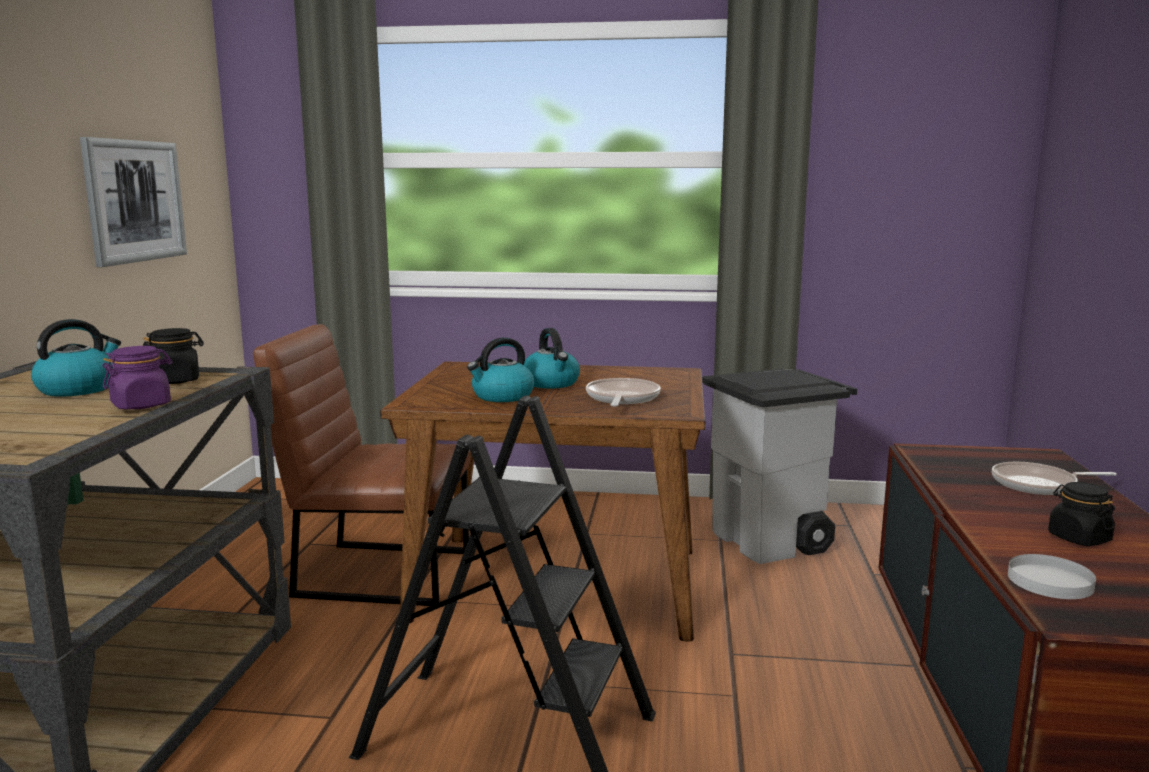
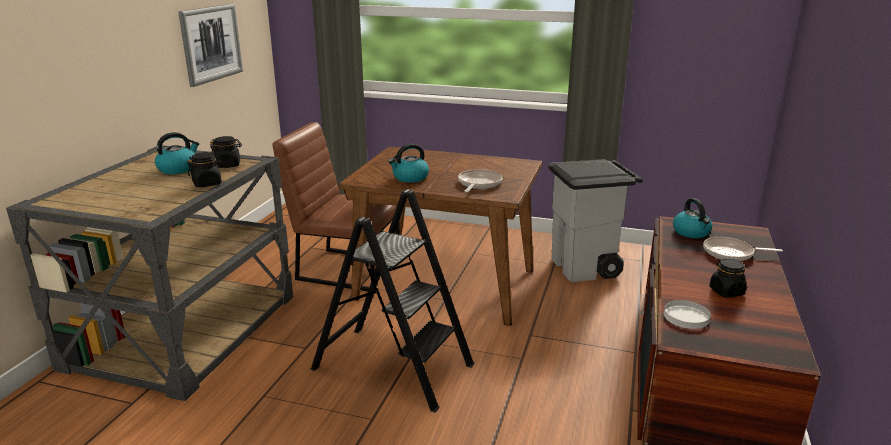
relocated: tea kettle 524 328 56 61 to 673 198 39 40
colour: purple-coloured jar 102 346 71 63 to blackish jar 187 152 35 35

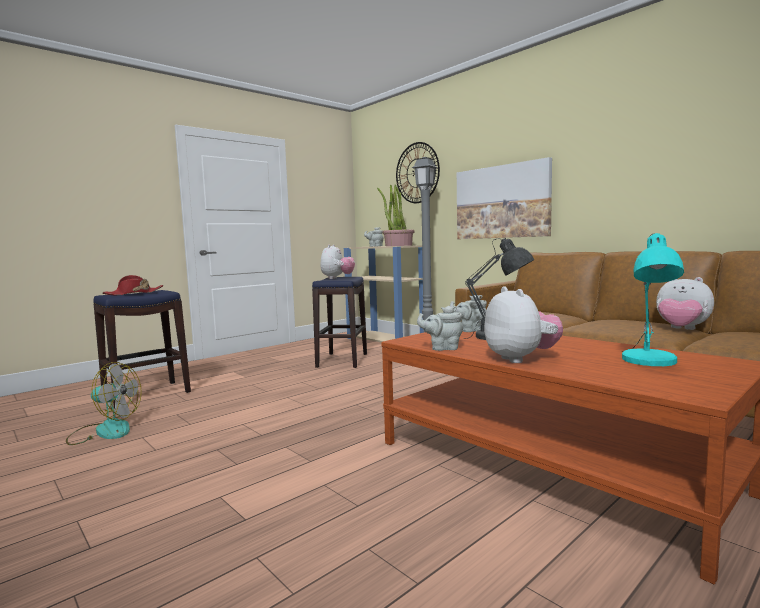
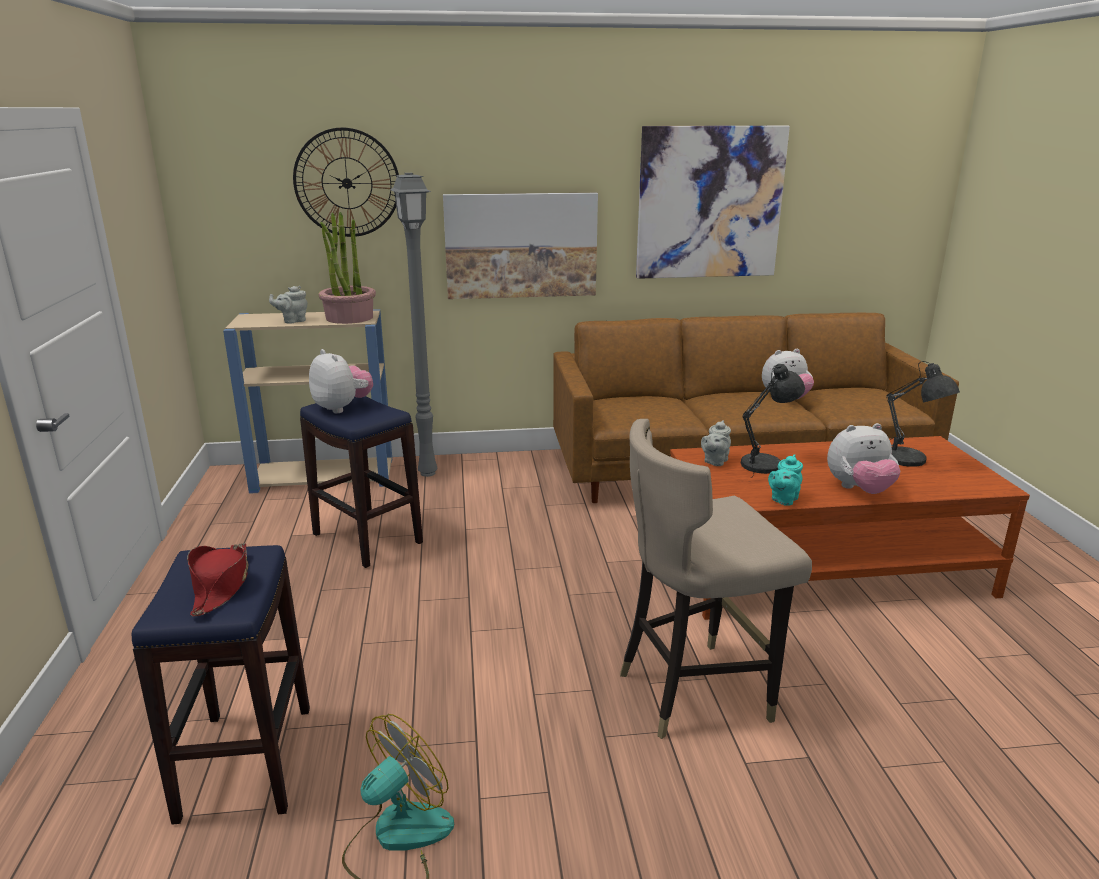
appeared: beige stool 620 419 192 320; picture 636 126 154 153
colour: gray pot for tea 417 306 46 45 to turquoise-coloured pot for tea 768 454 35 52; turquoise-coloured table lamp 622 233 62 133 to gray table lamp 886 361 74 106
spun: plush toy 484 286 79 77 = 827 423 73 71 150 degrees clockwise

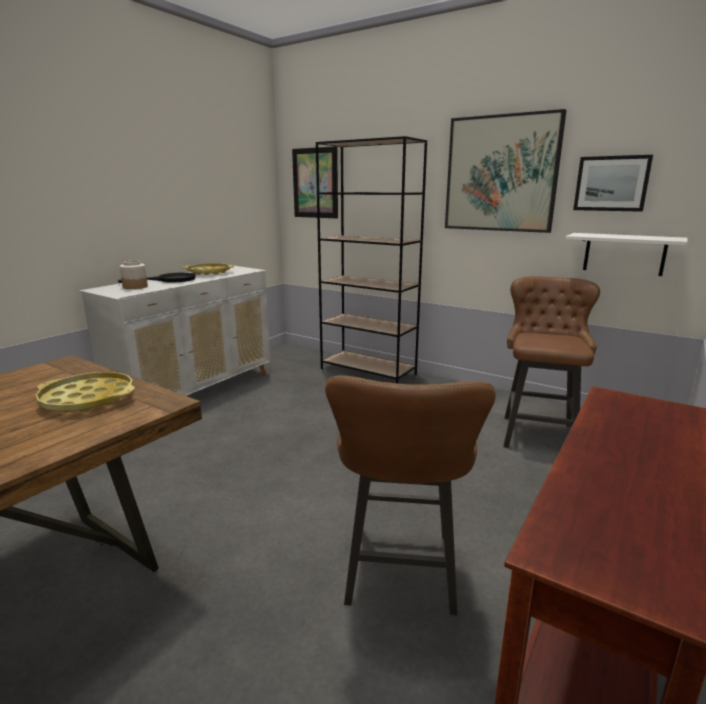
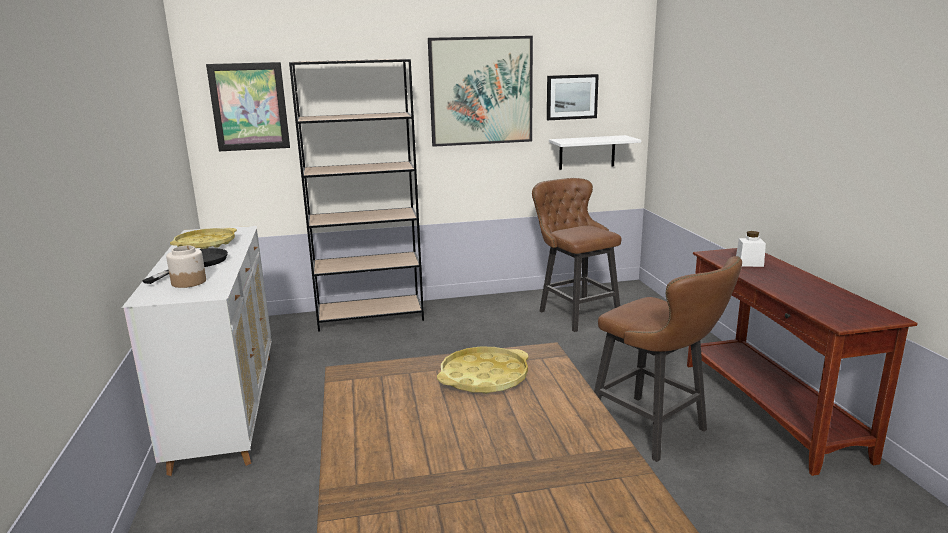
appeared: white-coloured jar 736 231 30 36

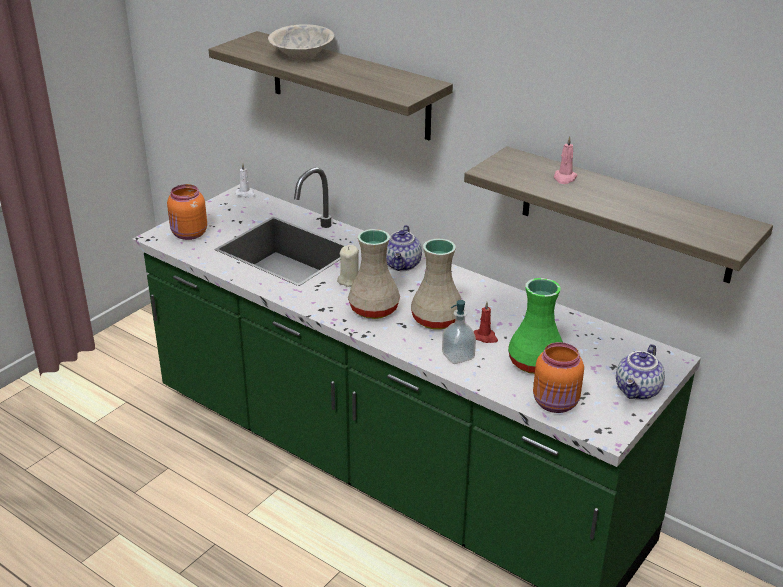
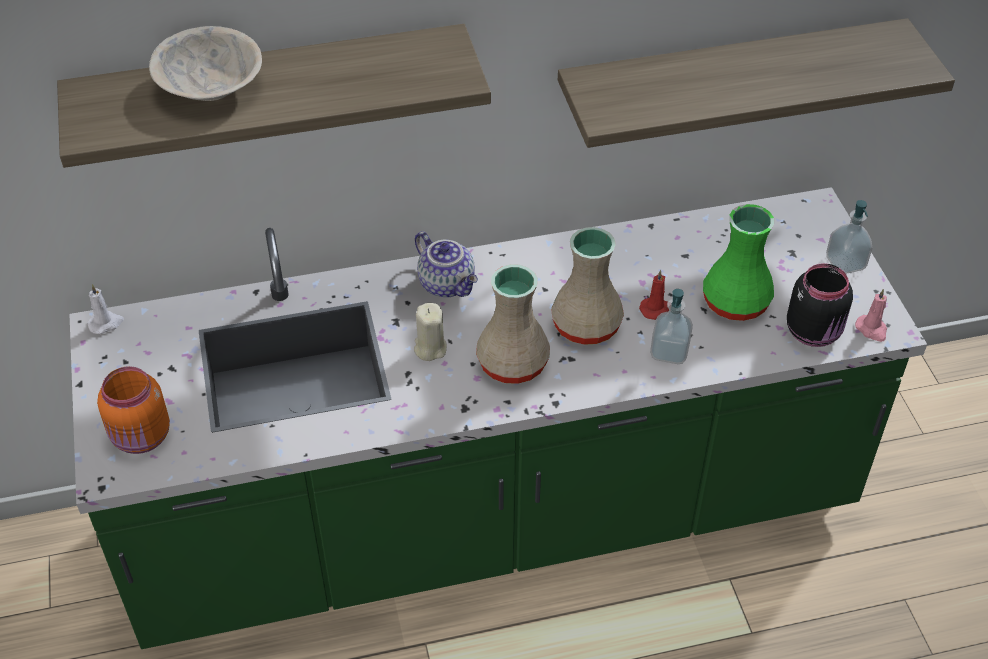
relocated: pink wax light 554 136 24 48 to 855 289 32 53
exchanged: pot for tea 616 344 49 56 to soap dispenser 826 200 46 74
colour: orange jar 533 342 51 71 to blackish jar 787 263 66 84

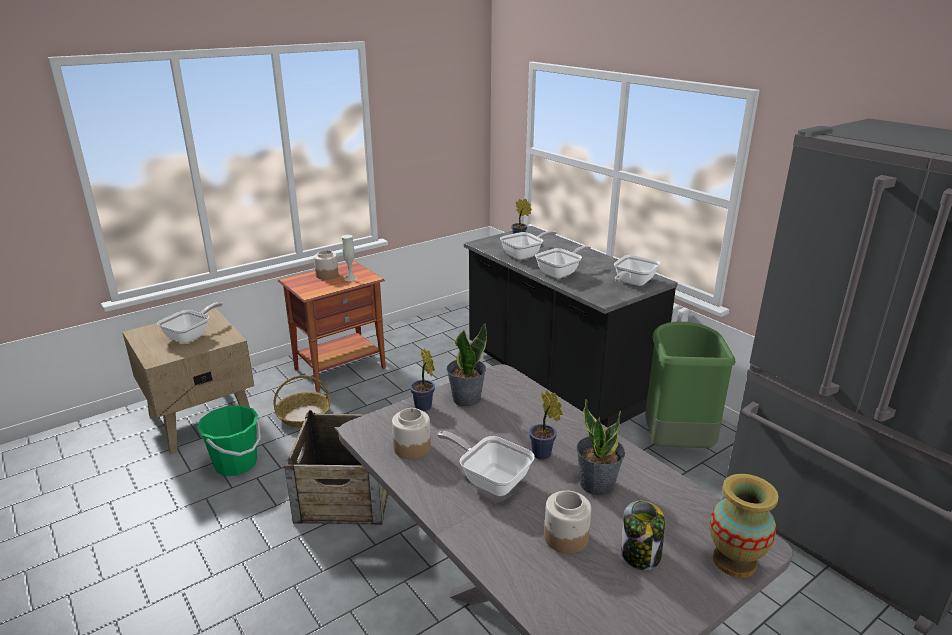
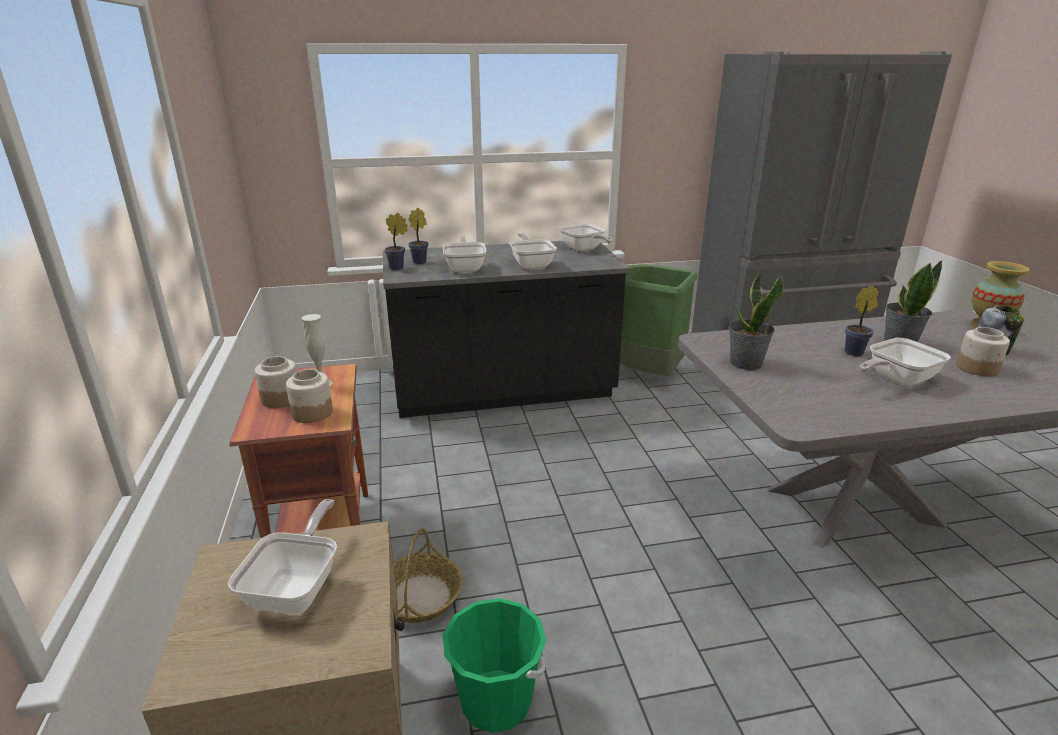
missing: crate 284 410 104 115
relocated: jar 392 408 39 51 to 286 369 47 54; houseplant 410 348 25 63 to 384 213 24 57
spun: frying pan 157 302 66 41 = 228 499 109 115 45 degrees clockwise

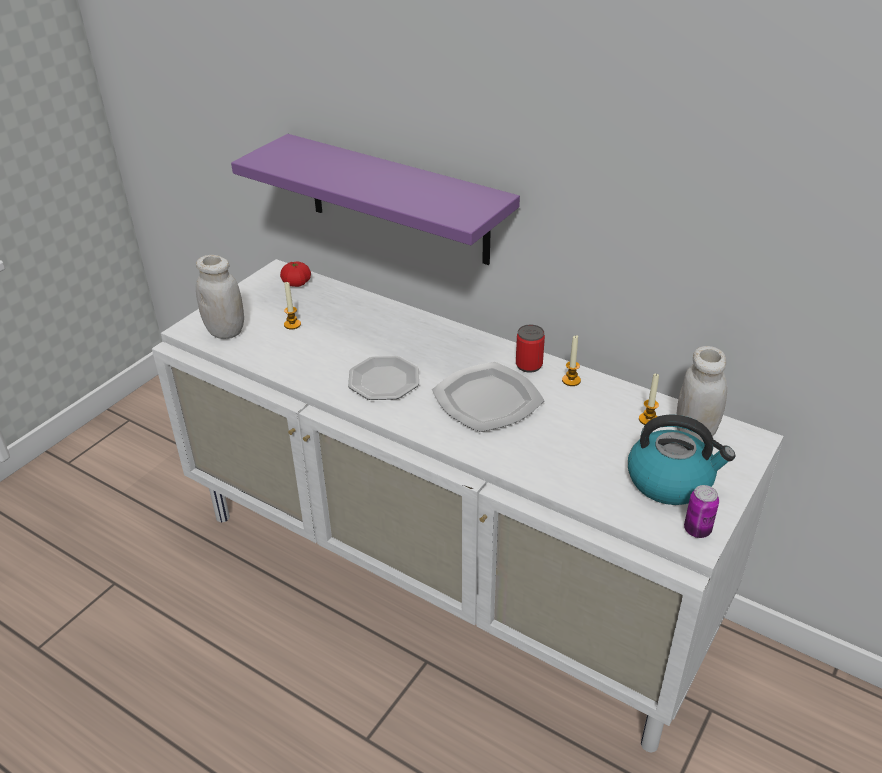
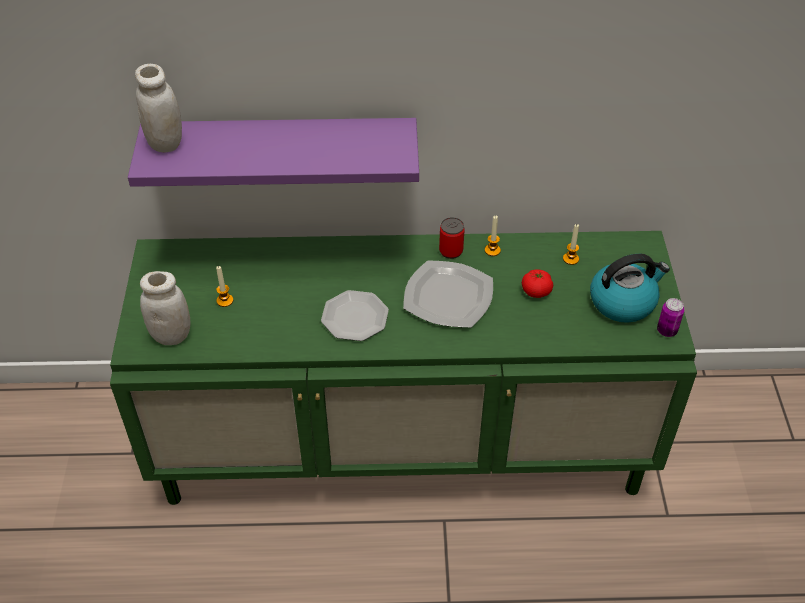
relocated: white-coloured jar 676 346 51 97 to 135 64 47 89; tomato 280 261 31 26 to 522 269 31 29
colour: white-coloured cupboard 152 259 632 493 to green-coloured cupboard 110 231 587 274

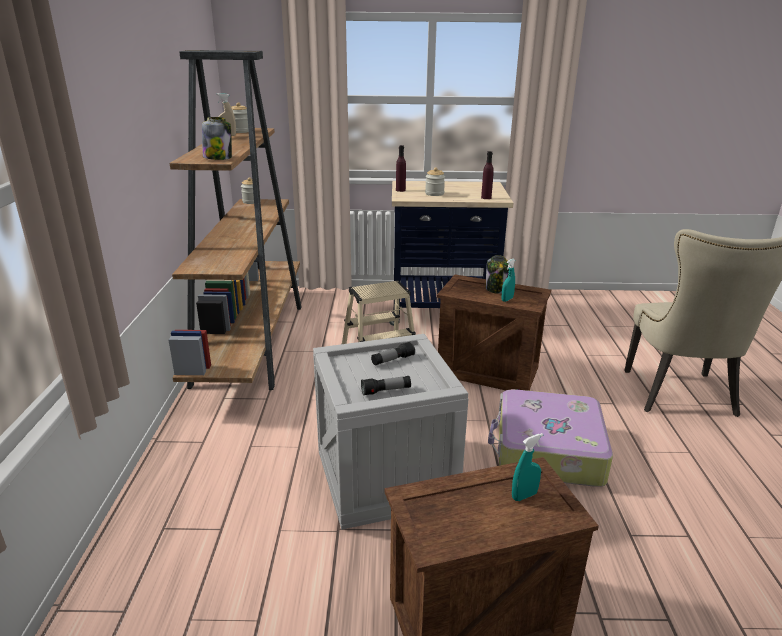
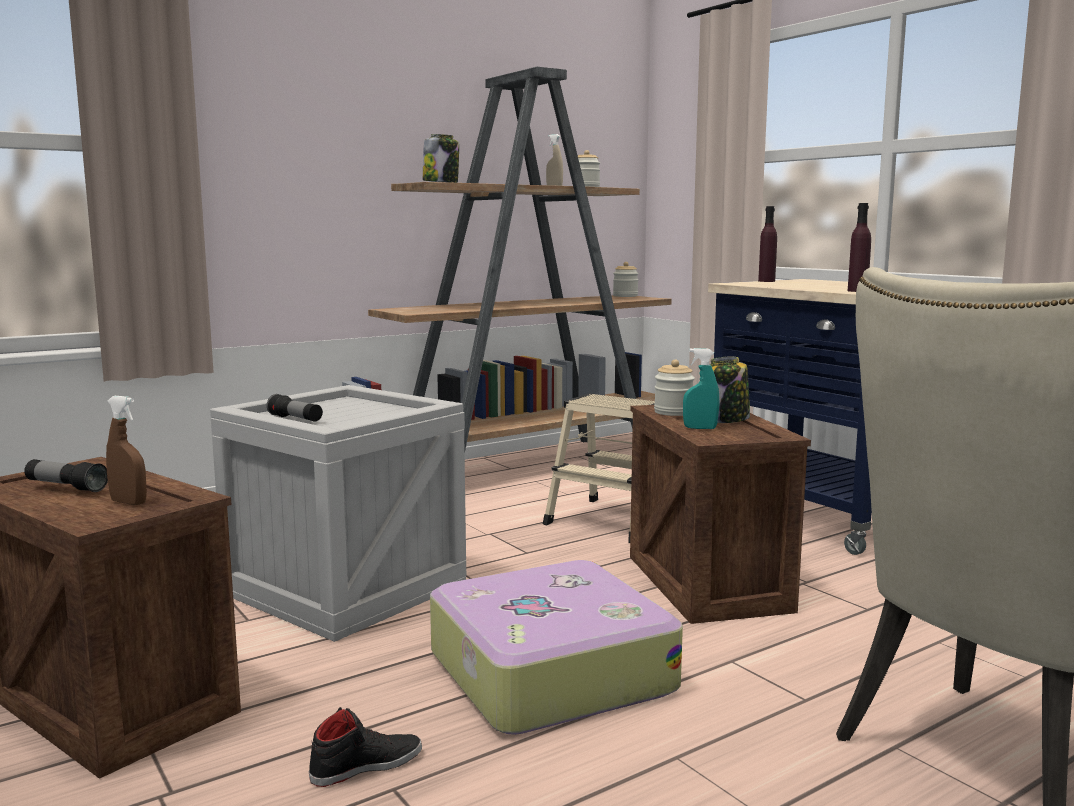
appeared: blackish item of footwear 308 707 114 80
relocated: torch 371 341 44 24 to 24 459 84 33; jar 425 168 20 28 to 654 360 41 56
colour: turquoise-coloured sprayer 512 433 31 68 to brown sprayer 106 396 41 109

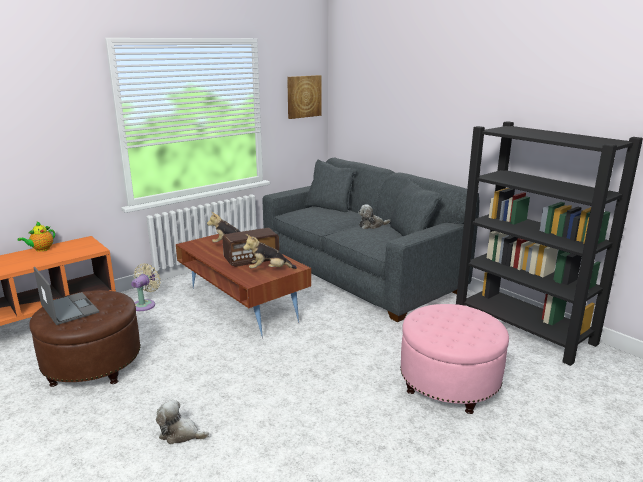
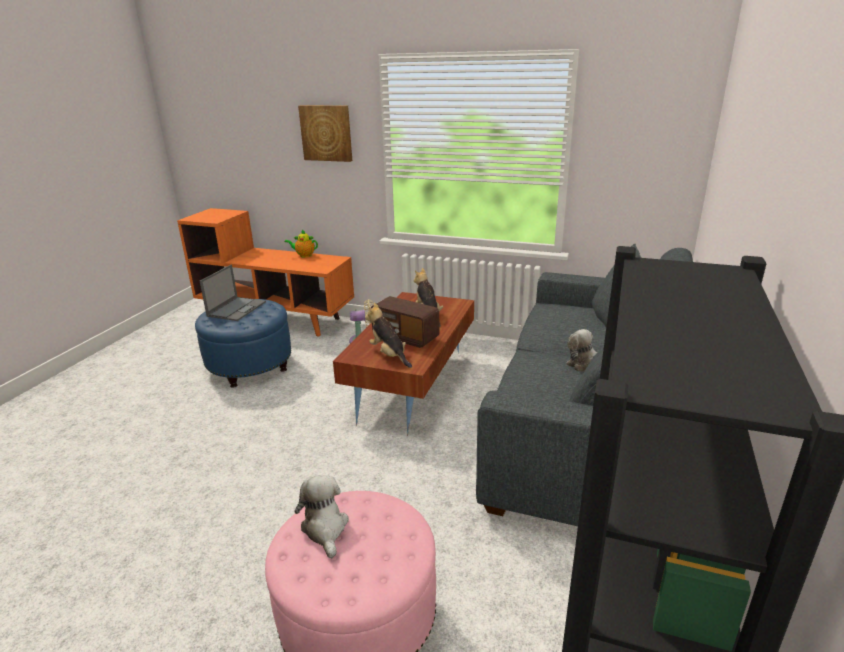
relocated: plush toy 156 400 53 44 to 294 475 55 84; picture 287 75 35 44 to 298 105 54 57
colour: brown pouffe 29 290 111 97 to bluish pouffe 195 299 96 89

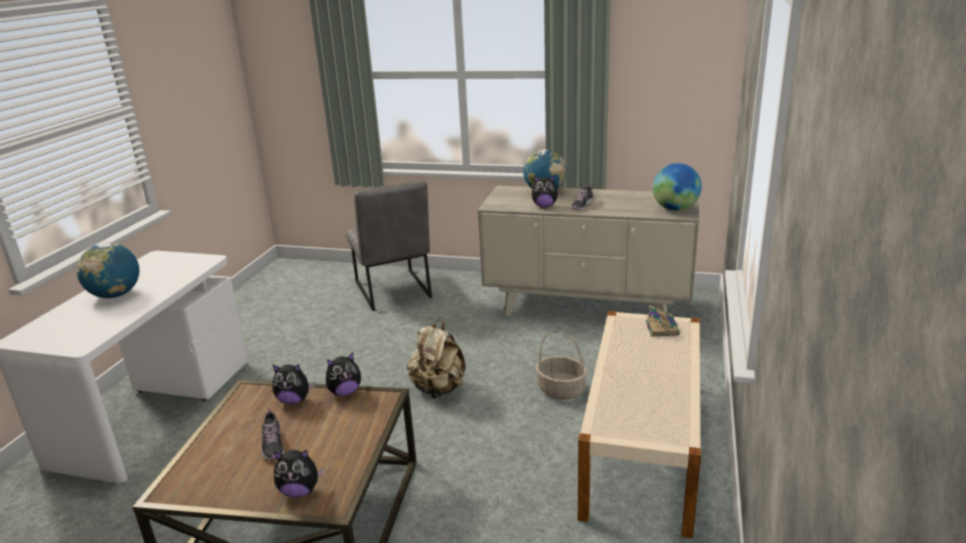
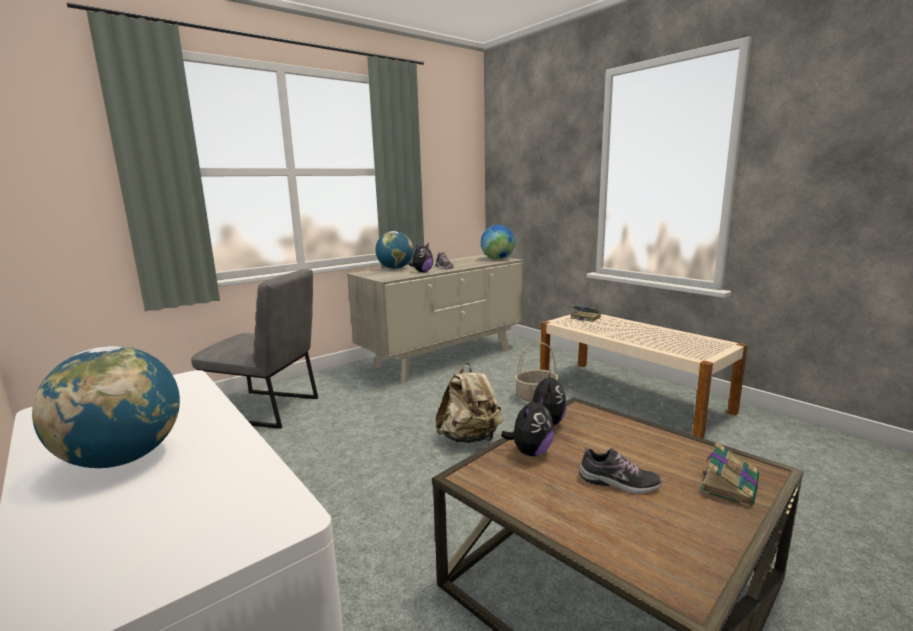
exchanged: plush toy 274 450 50 48 to book 699 442 60 65

